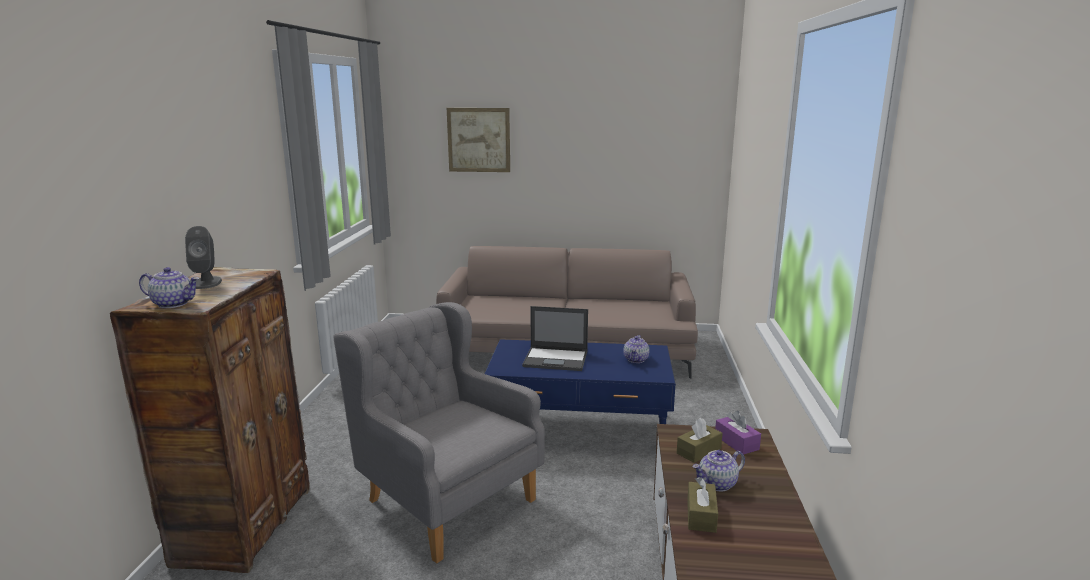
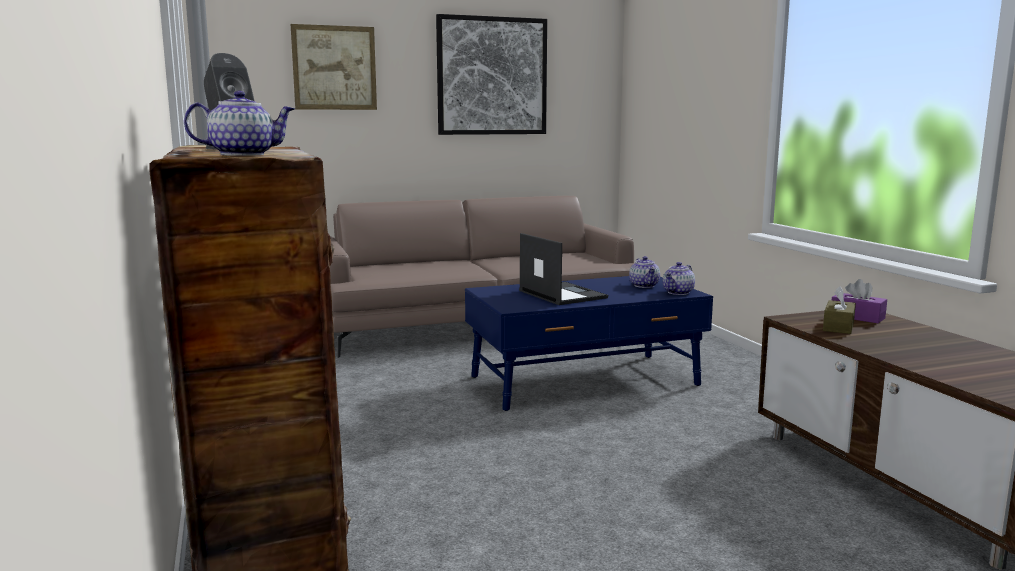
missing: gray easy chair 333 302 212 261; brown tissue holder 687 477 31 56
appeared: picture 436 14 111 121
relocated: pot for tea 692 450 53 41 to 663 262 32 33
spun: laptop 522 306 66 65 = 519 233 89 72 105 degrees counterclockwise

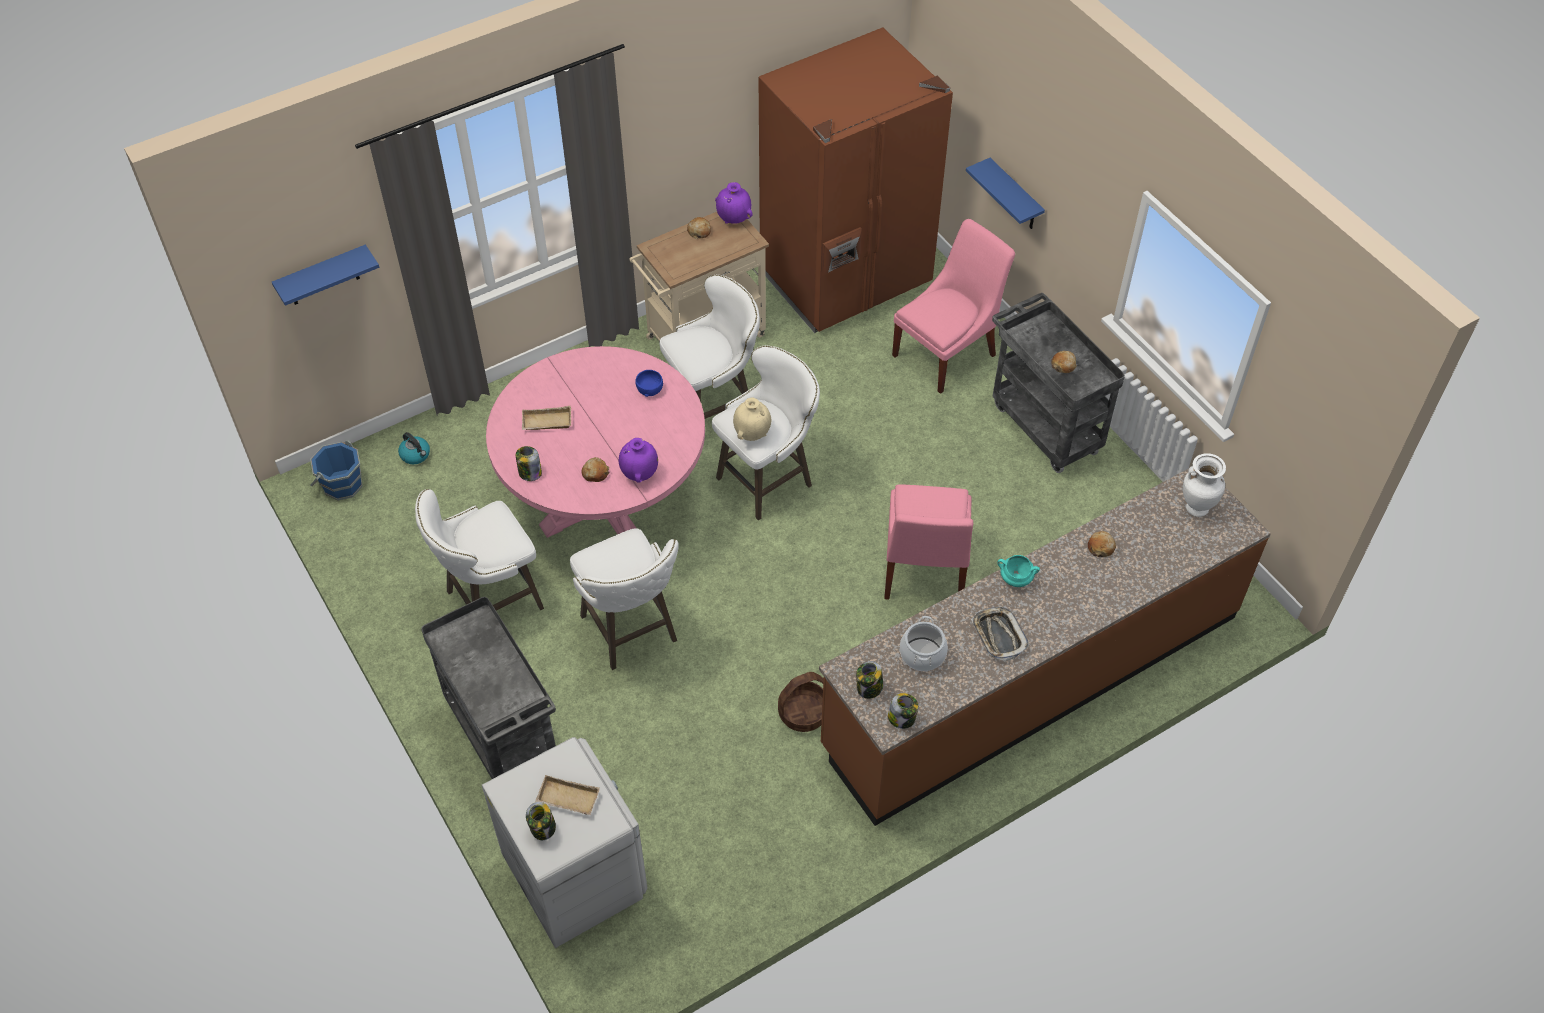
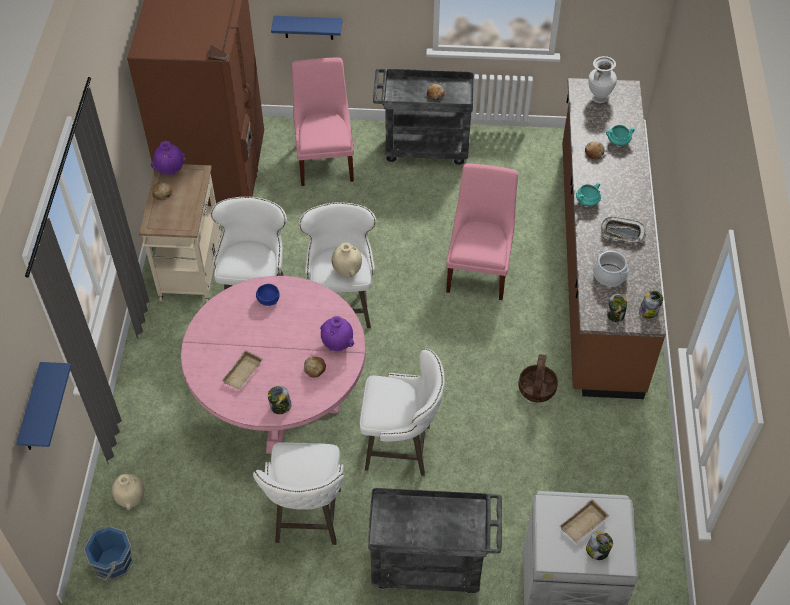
appeared: turquoise-coloured saucepot 606 125 29 21
exchanged: tea kettle 398 432 32 32 to beige decorative vase 111 474 34 36
spun: pink chair 884 484 89 115 = 446 163 72 137 120 degrees counterclockwise

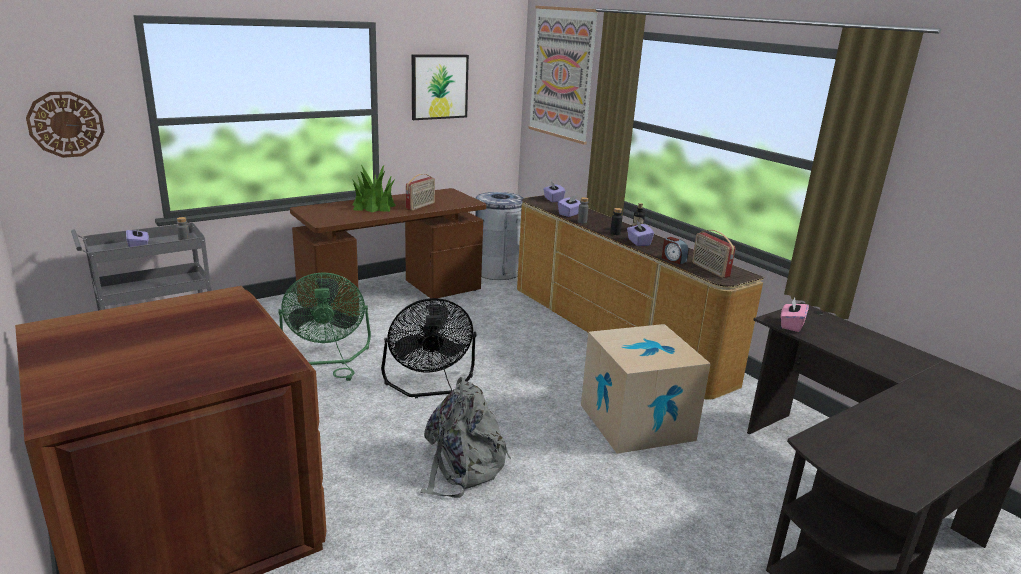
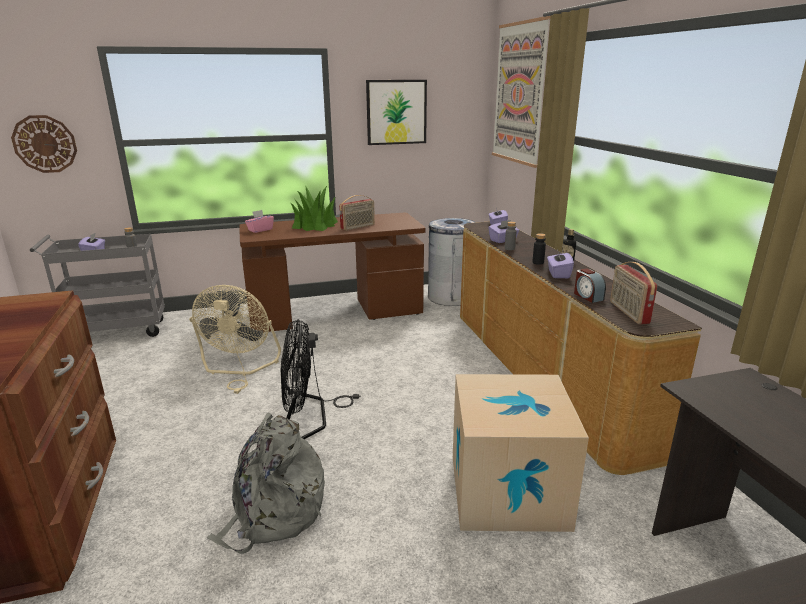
relocated: pink tissue holder 781 297 28 35 to 245 210 29 23
colour: green-coloured fan 278 273 93 108 to beige fan 189 285 92 109
spun: blackish fan 381 298 96 100 = 280 319 79 120 105 degrees counterclockwise

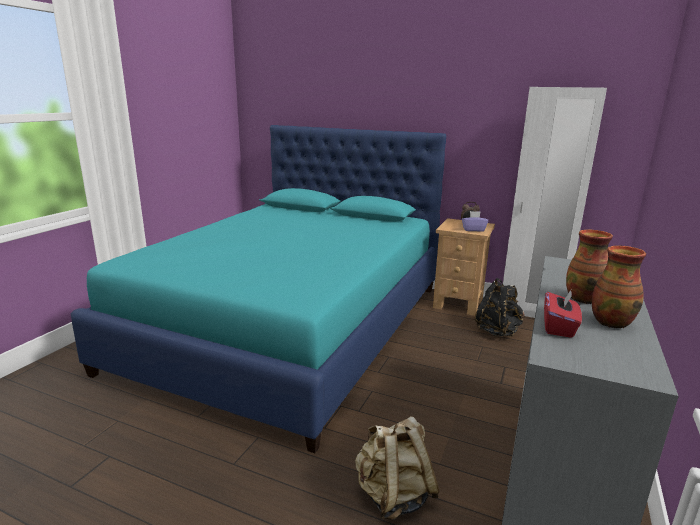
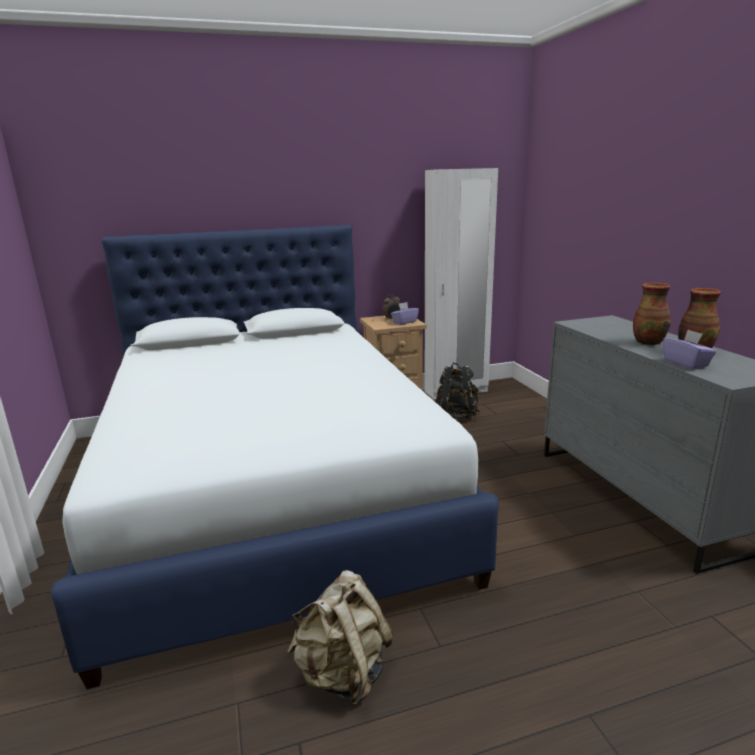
relocated: beige rucksack 355 416 85 104 to 287 570 107 135
colour: turquoise-coloured sleeping bed 71 125 375 328 to white-coloured sleeping bed 51 225 448 464; reddish tissue holder 544 290 38 48 to purple-coloured tissue holder 663 330 53 39

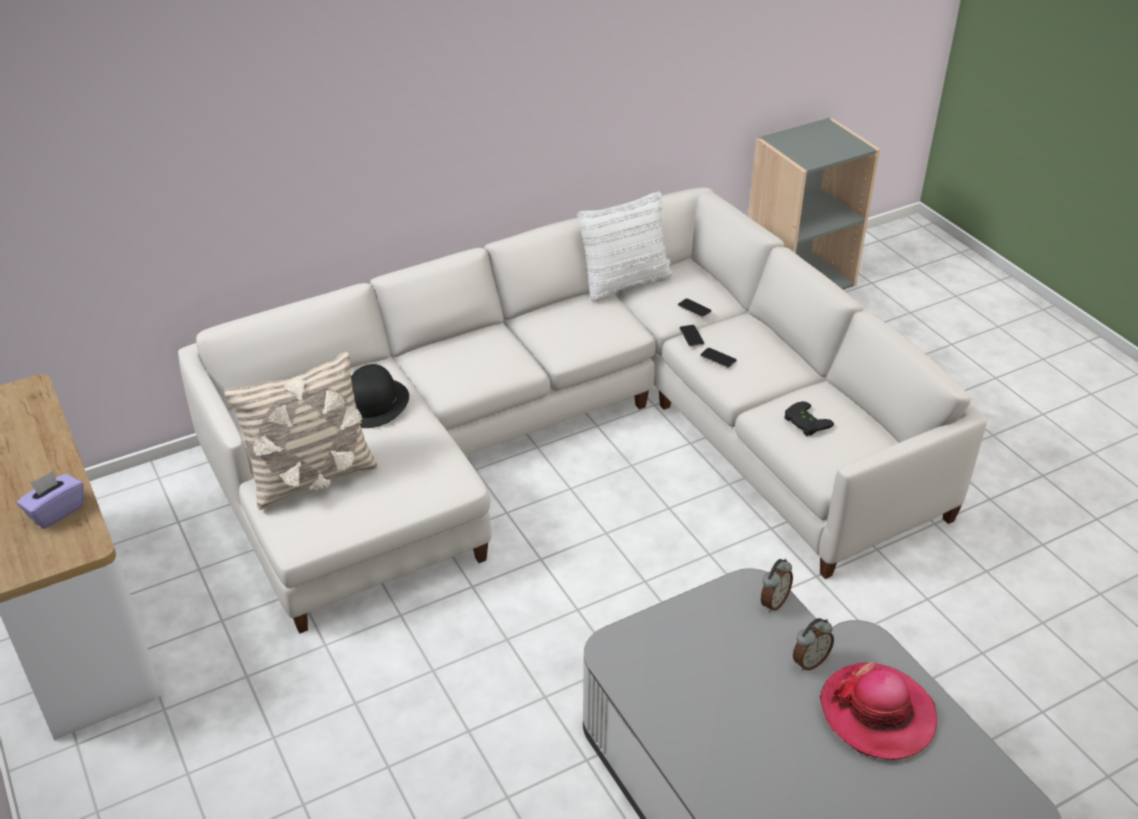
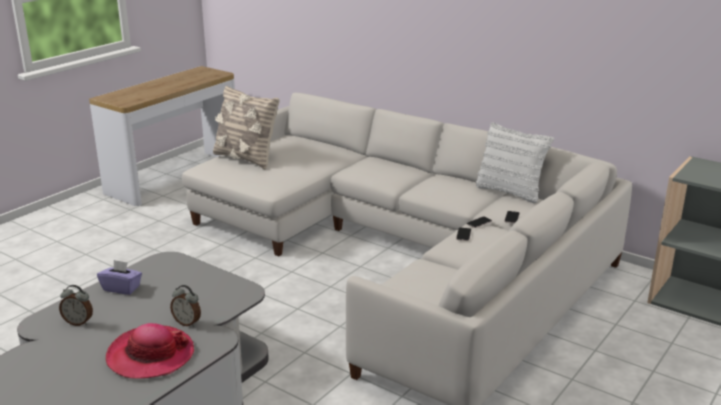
missing: blackish clothing hat 351 364 58 64; blackish gamepad 785 401 49 35
relocated: alarm clock 761 559 32 53 to 59 285 34 41; purple-coloured tissue holder 17 471 67 58 to 97 260 45 35

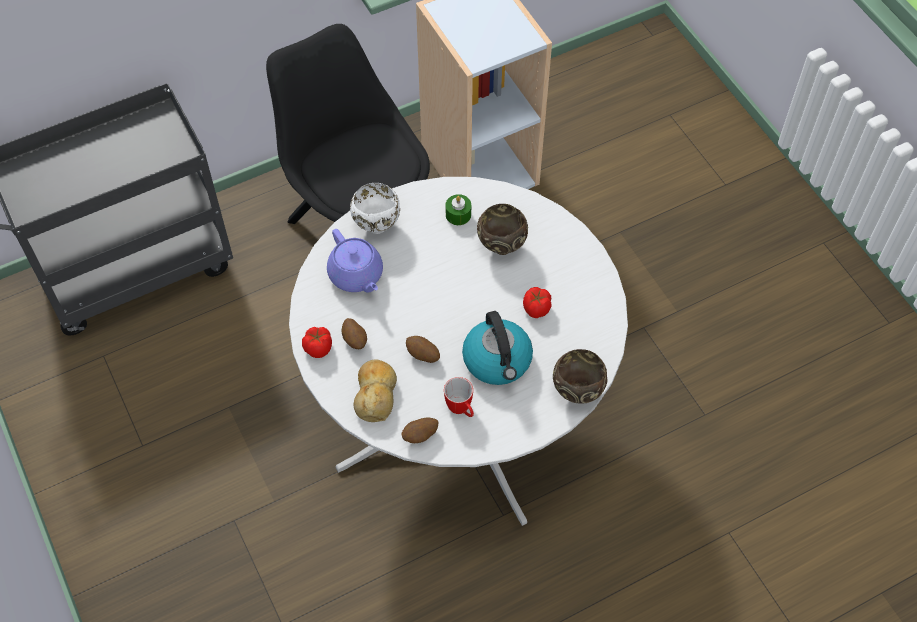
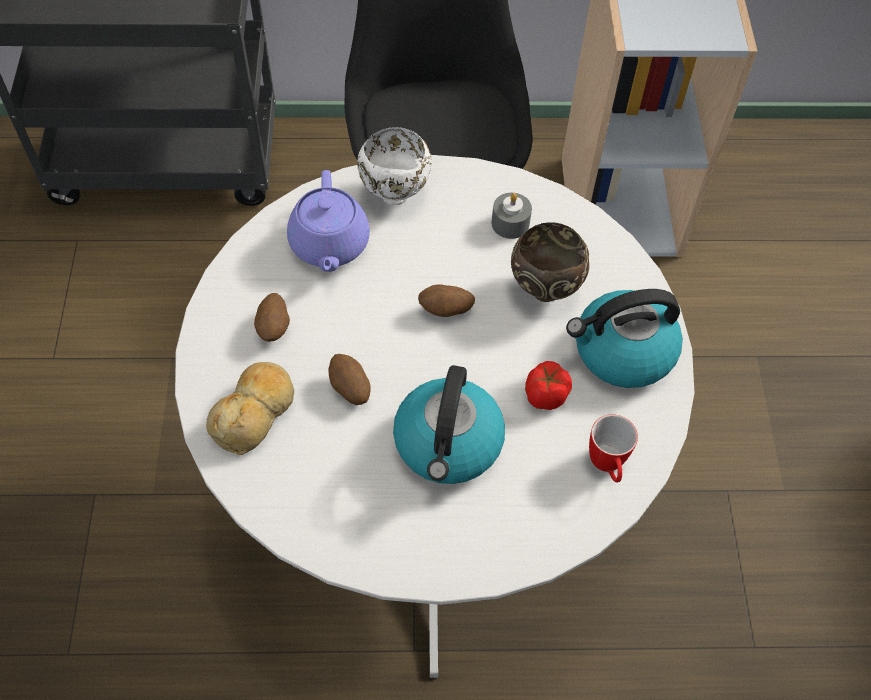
missing: tomato 302 327 30 31; brown bowl 553 349 55 55
appeared: tea kettle 566 289 117 99
relocated: potato 401 418 37 25 to 418 284 57 33; coffee mug 444 377 30 40 to 589 414 49 69
colour: green-coloured wax light 445 194 26 31 to gray wax light 492 193 40 46

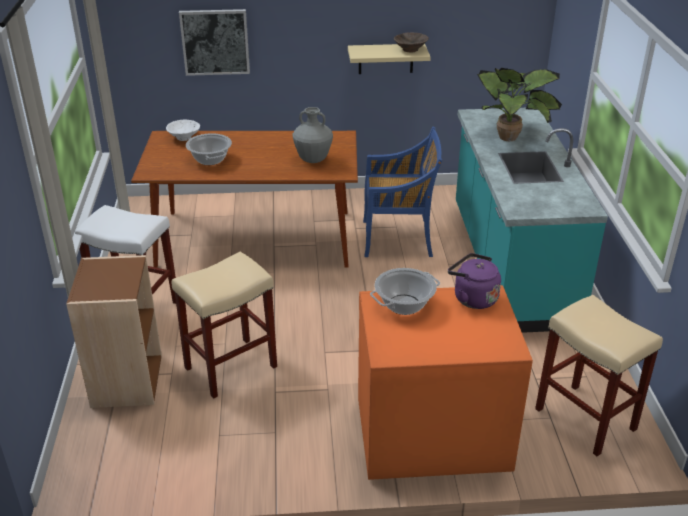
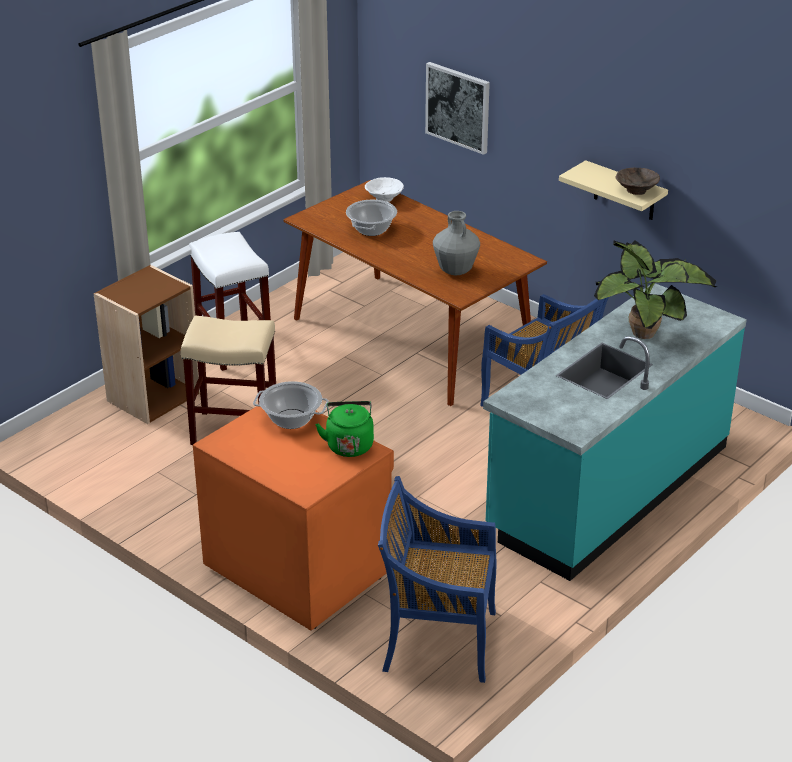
exchanged: beige stool 535 295 128 161 to bluish chair 378 476 119 207
colour: purple-coloured tea kettle 448 253 53 56 to green-coloured tea kettle 316 401 58 56

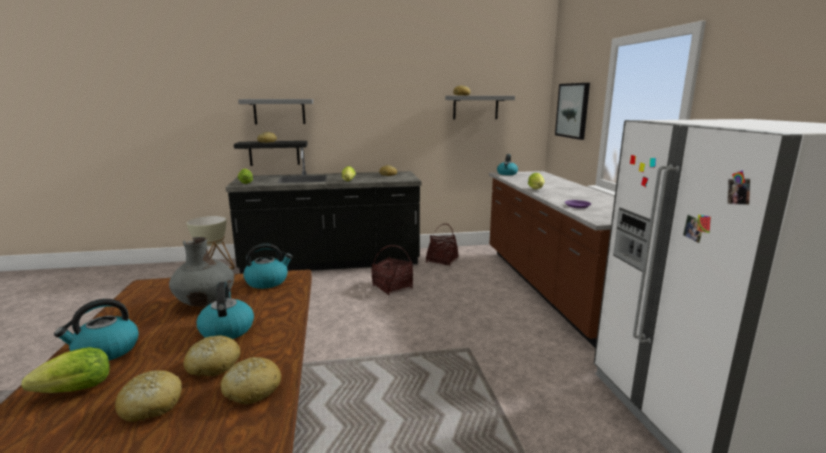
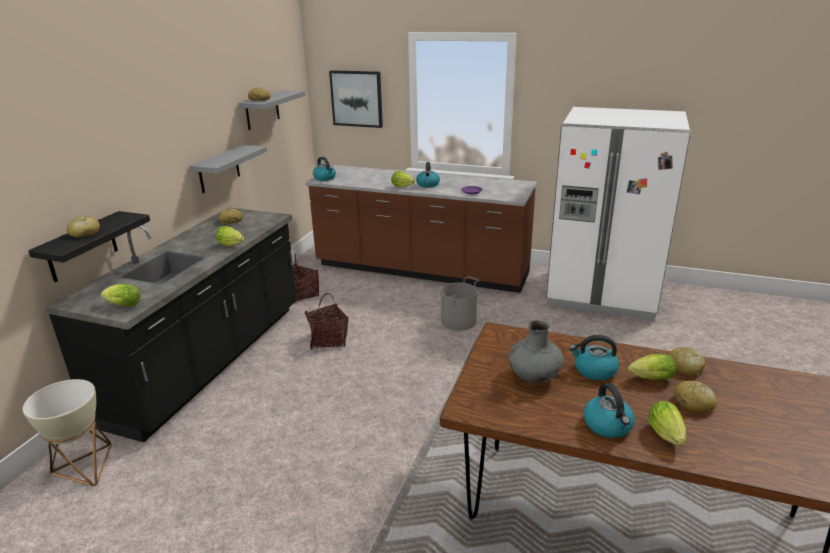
appeared: gray pail 439 276 40 55
relocated: gray wall shelf 238 99 75 26 to 189 145 78 48; tea kettle 243 243 50 46 to 416 162 24 25
exchanged: bakery bread 183 336 57 40 to lettuce 628 354 48 26

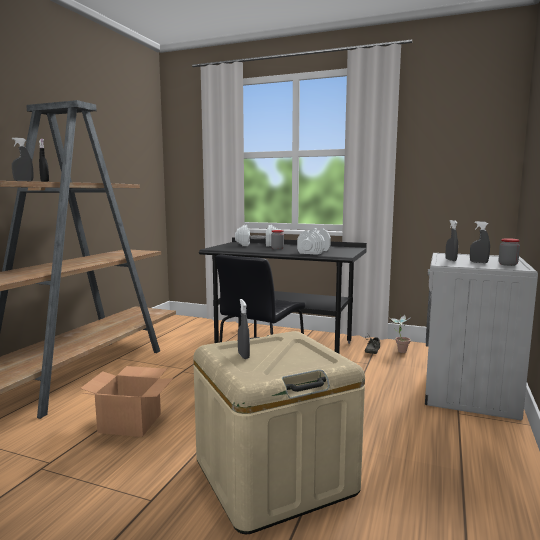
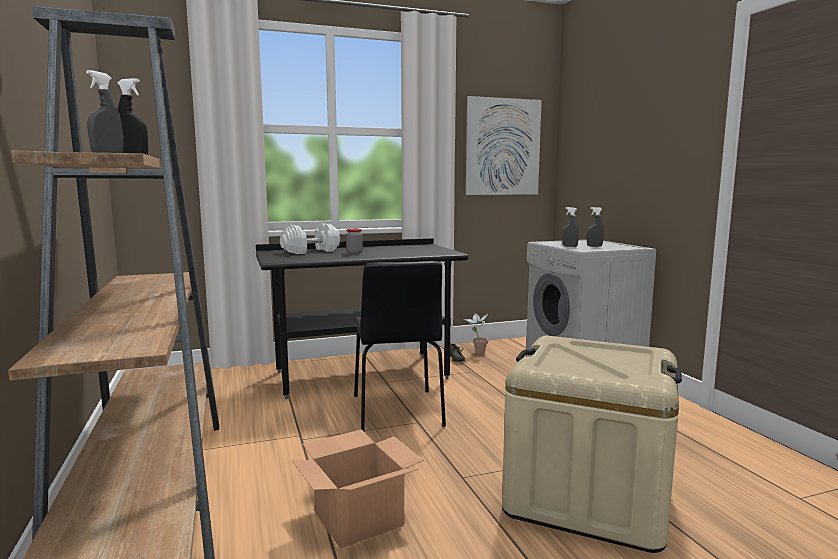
missing: gray sprayer 238 299 12 60; white-coloured hand weight 297 228 34 27; jar 499 238 21 28
appeared: picture 466 96 76 99

